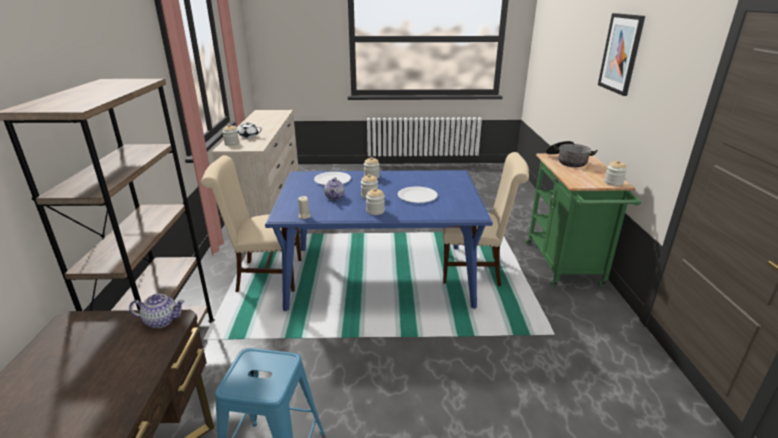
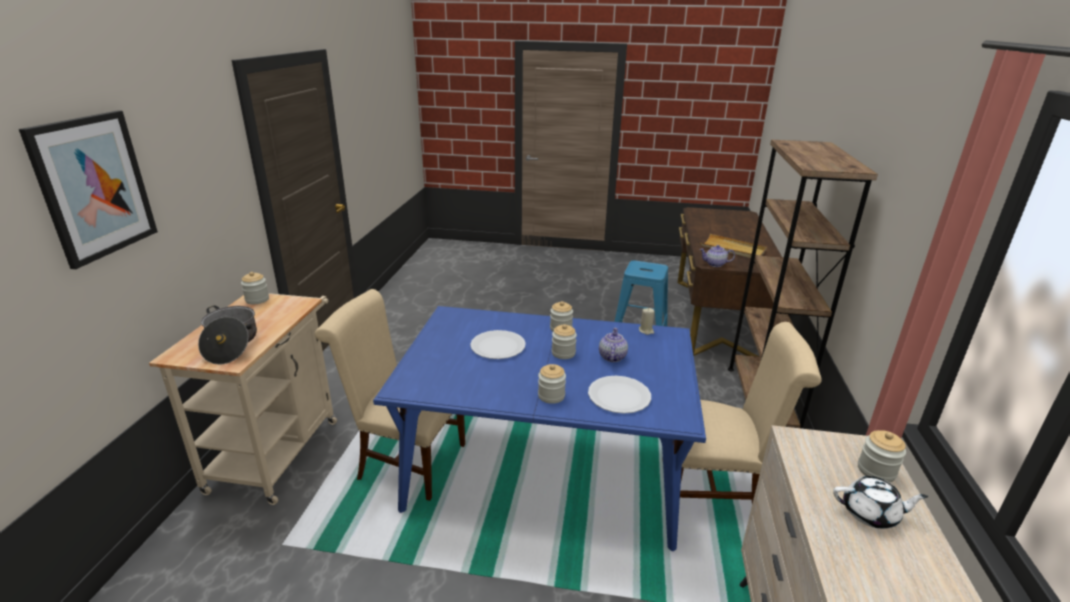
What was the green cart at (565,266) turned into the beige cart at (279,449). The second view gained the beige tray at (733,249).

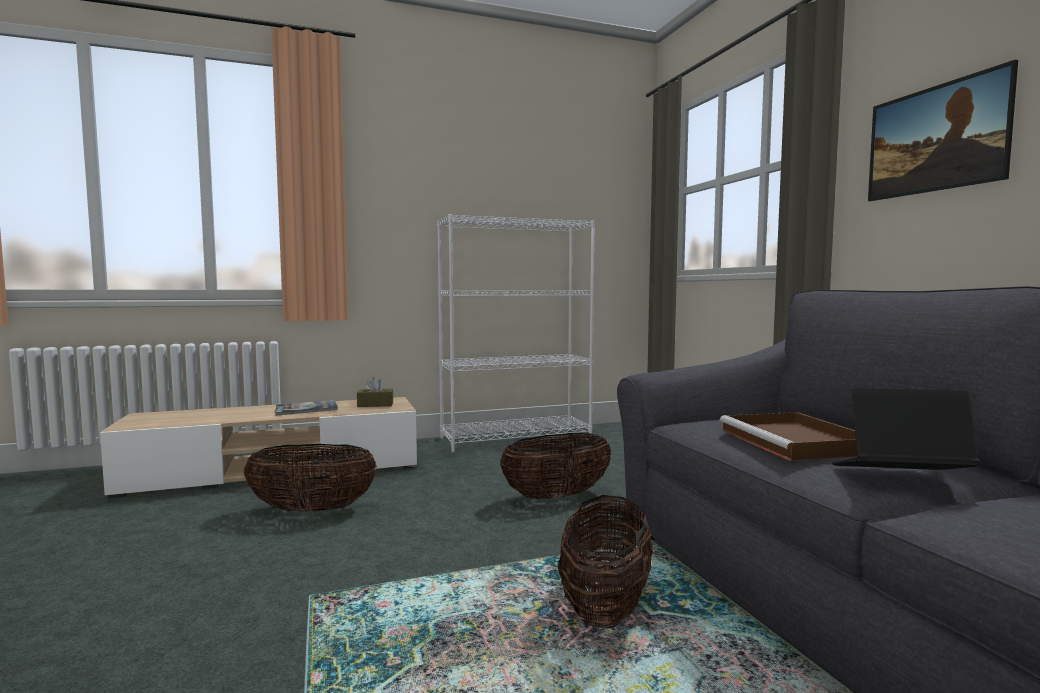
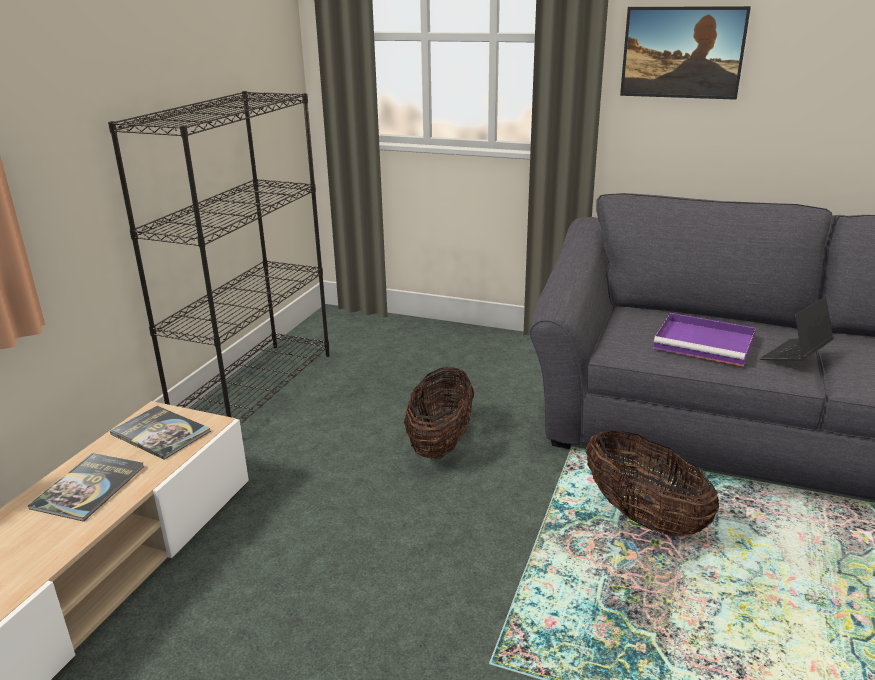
What was the white bookcase at (516,438) turned into the black bookcase at (256,388). Where the brown tissue box stood at (375,405), the book came to stand at (160,433). What was the brown tray at (796,442) turned into the purple tray at (706,343). The second view lost the basket at (312,510).

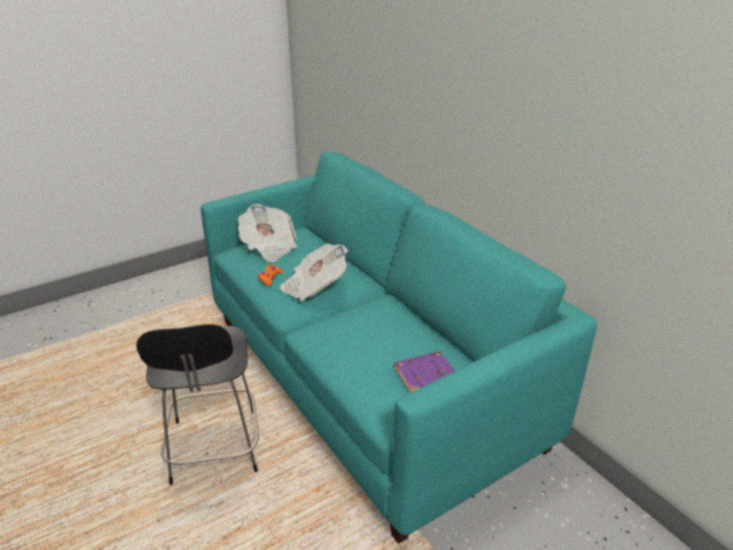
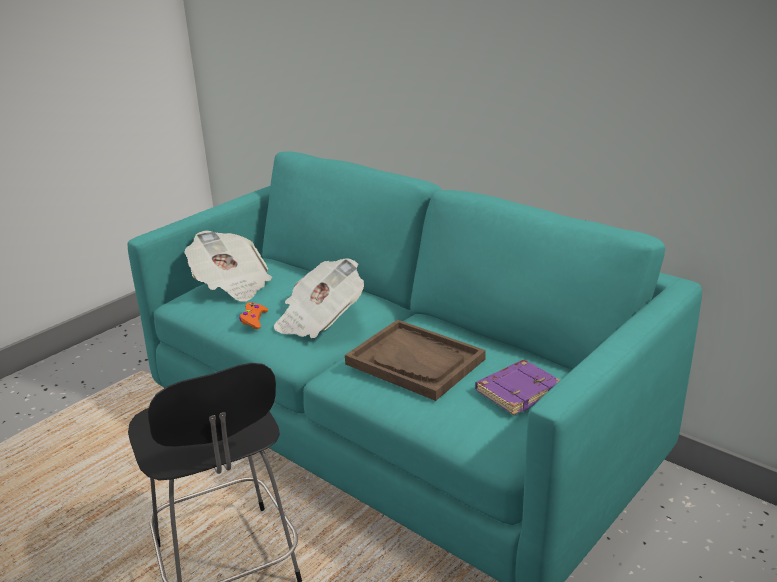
The second view gained the brown tray at (415,362).

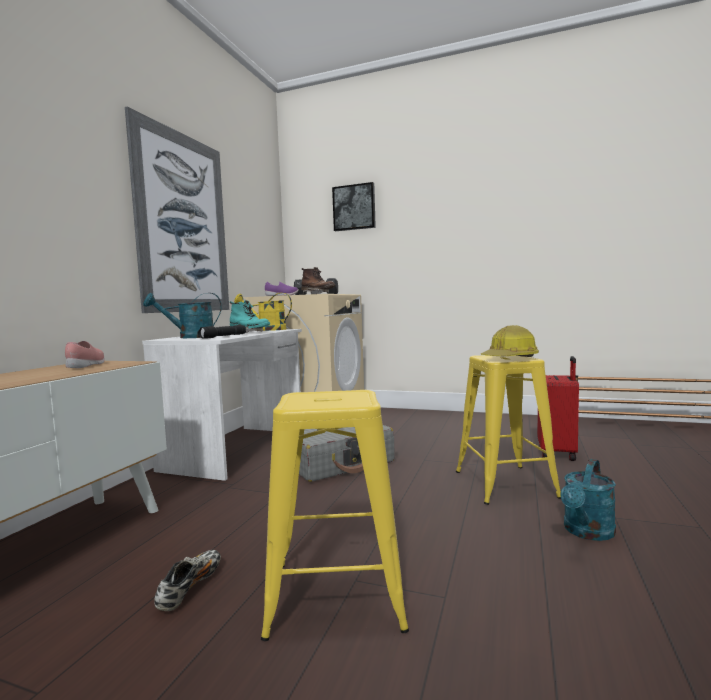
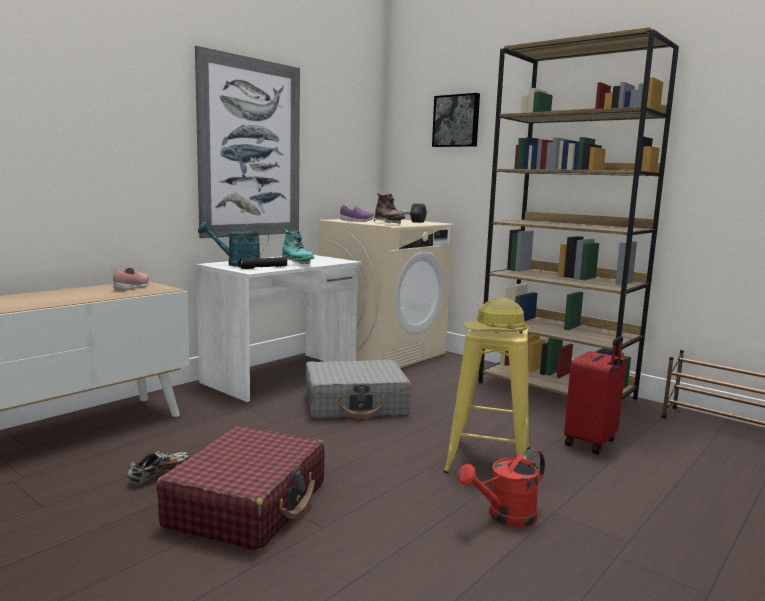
The second view lost the yellow watering can at (267,329). Where the yellow stool stood at (335,594), the red suitcase came to stand at (248,504). What was the turquoise watering can at (587,532) turned into the red watering can at (505,517). The second view gained the brown bookcase at (556,390).

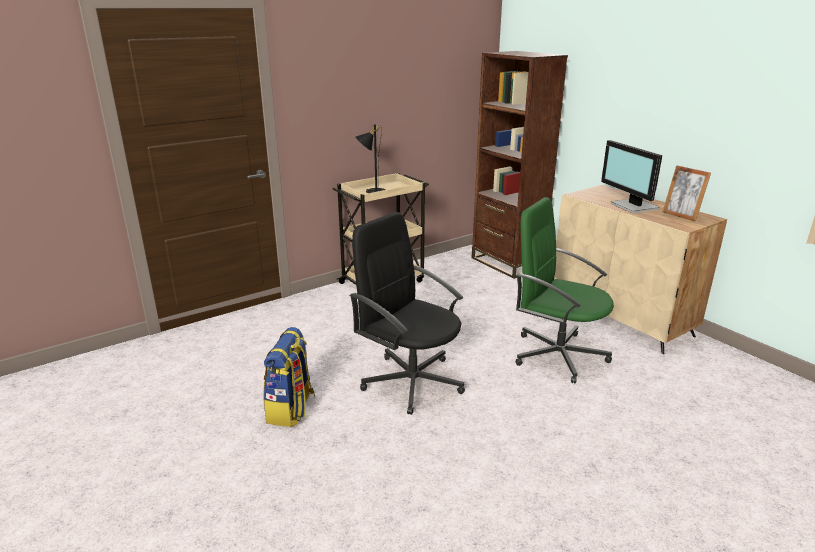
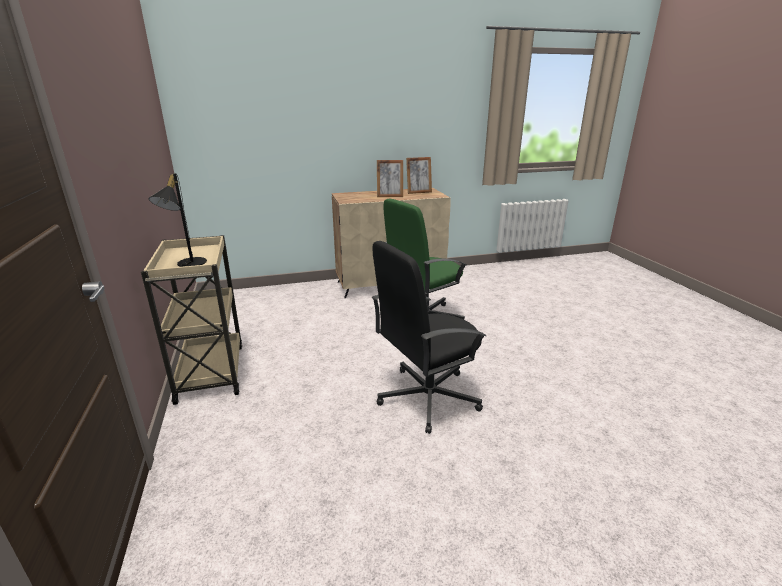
The second view lost the brown bookcase at (507,263). Where the monitor stood at (633,206), the picture frame came to stand at (390,196). The second view lost the backpack at (291,409).

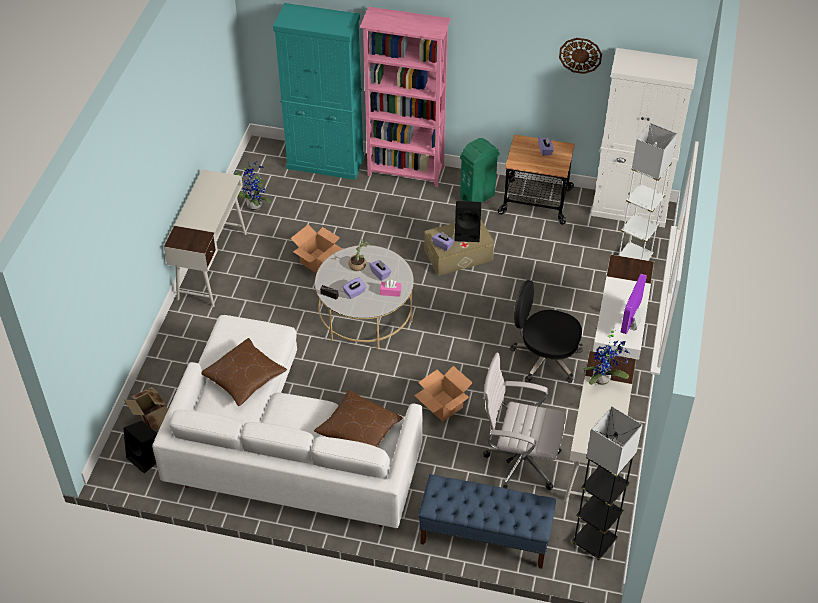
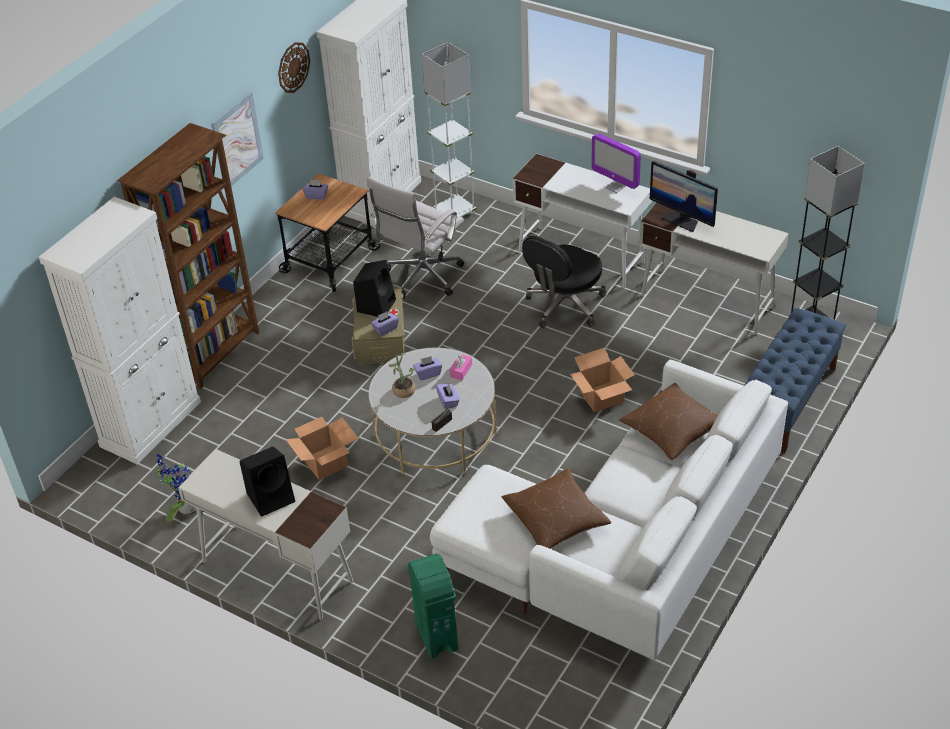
What was the turquoise cabinet at (325,162) turned into the white cabinet at (151,423). What was the pink bookcase at (406,172) turned into the brown bookcase at (216,353). The green trash can ended up elsewhere, having gone from (477,196) to (436,635). Where the potted plant stood at (603,379), the monitor came to stand at (682,220). The white office chair ended up elsewhere, having gone from (518,462) to (421,278). The second view lost the cardboard box at (152,419). The black speaker ended up elsewhere, having gone from (146,457) to (271,496). The second view gained the picture at (237,141).

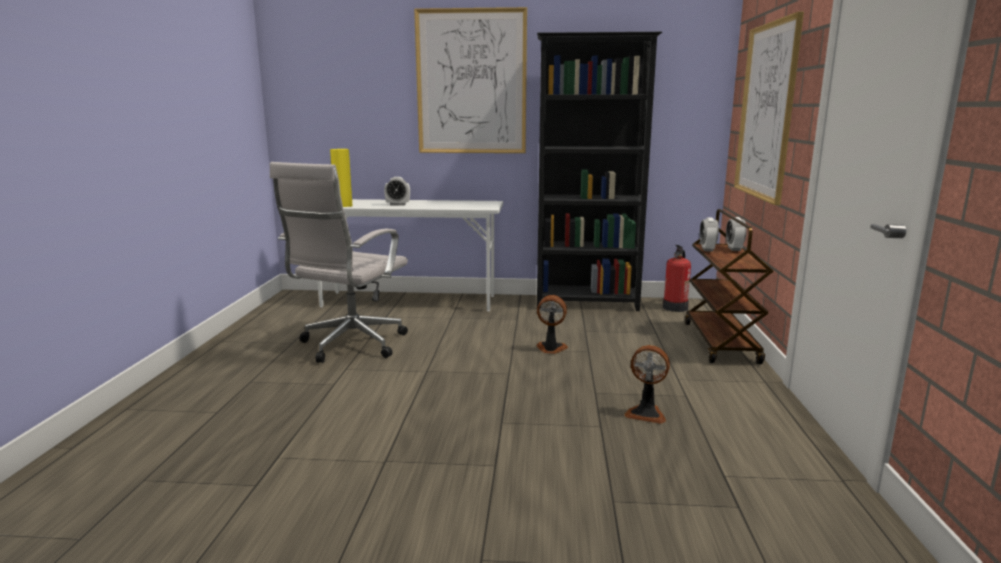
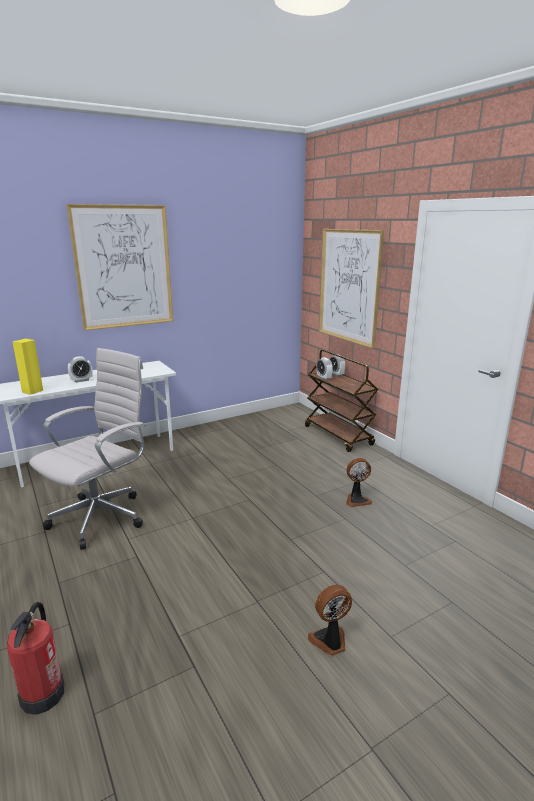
The second view lost the black bookcase at (587,304). The white office chair at (350,346) ended up facing another way, 135 degrees counterclockwise from before. The fire extinguisher ended up elsewhere, having gone from (675,307) to (43,693). The fan ended up elsewhere, having gone from (551,349) to (330,641).

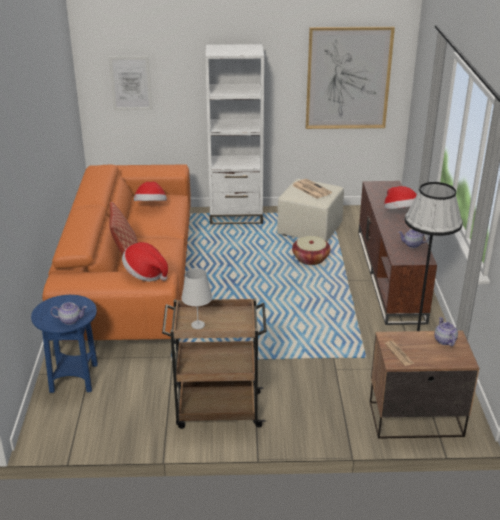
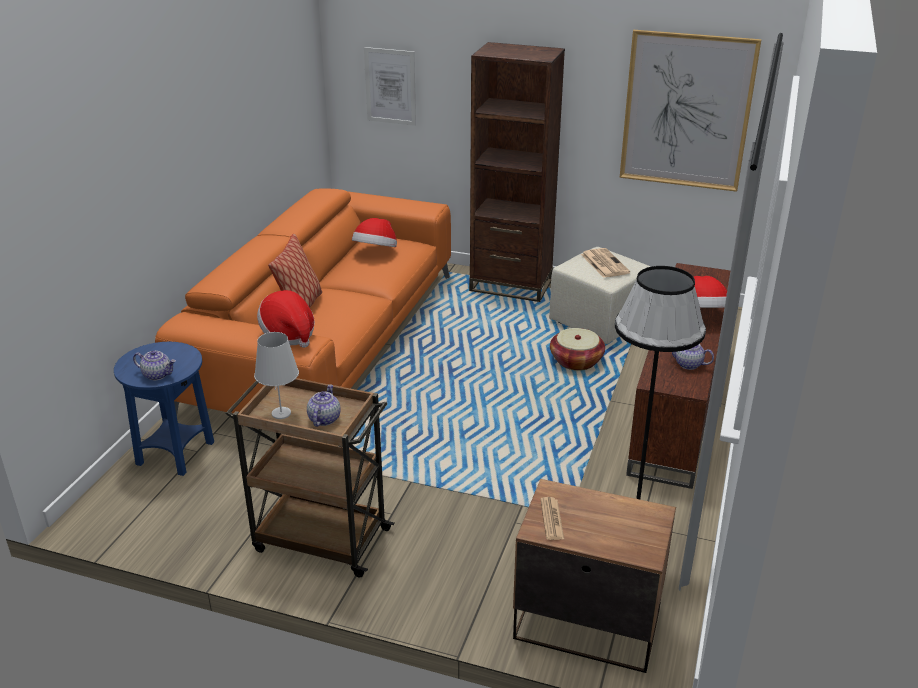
What was the white bookcase at (236,216) turned into the brown bookcase at (511,286). The teapot ended up elsewhere, having gone from (444,340) to (324,419).

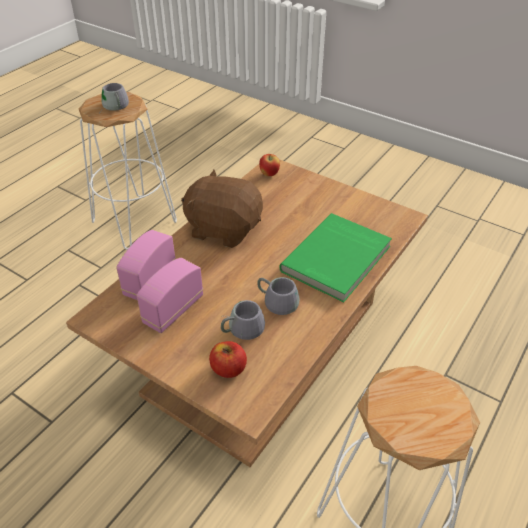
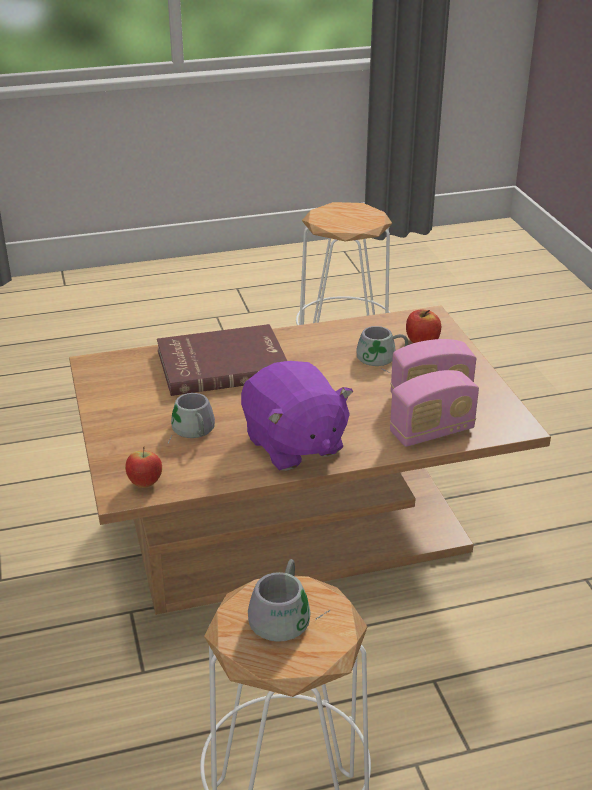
What was the brown plush toy at (224,228) turned into the purple plush toy at (293,445). What was the green book at (338,259) turned into the red book at (222,363). The grey mug ended up elsewhere, having gone from (279,299) to (190,431).

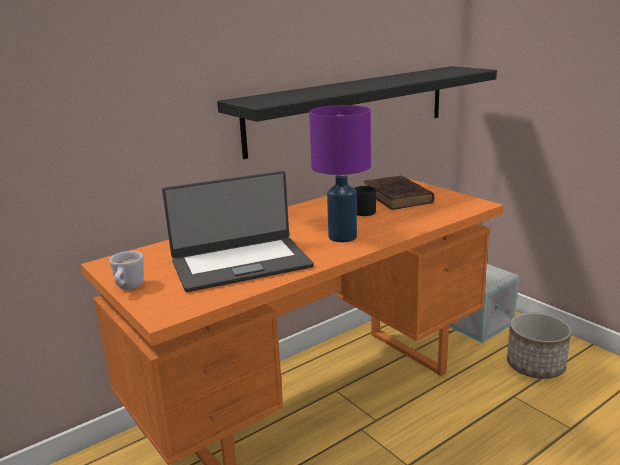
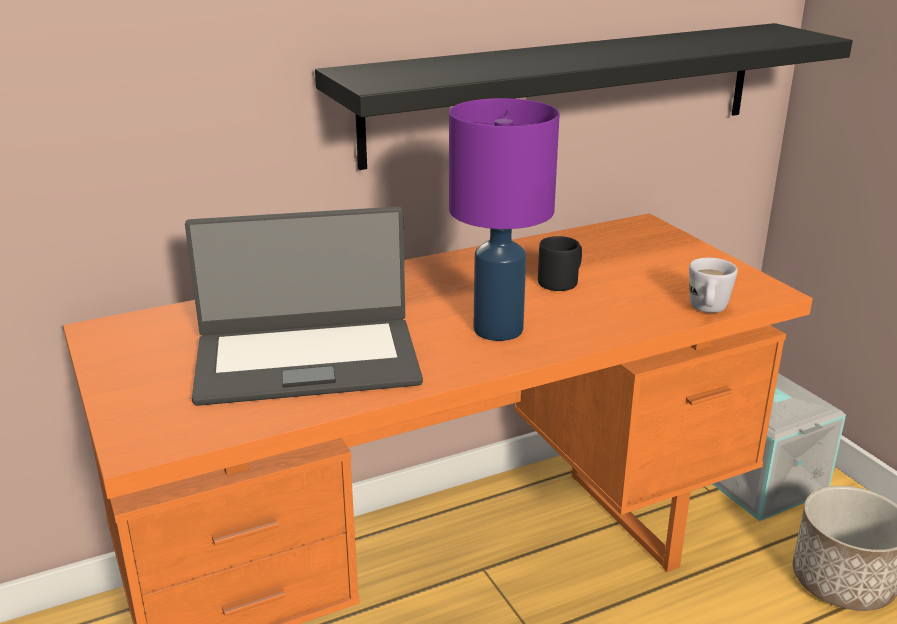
The second view lost the brown book at (398,197). The white mug ended up elsewhere, having gone from (128,288) to (707,311).

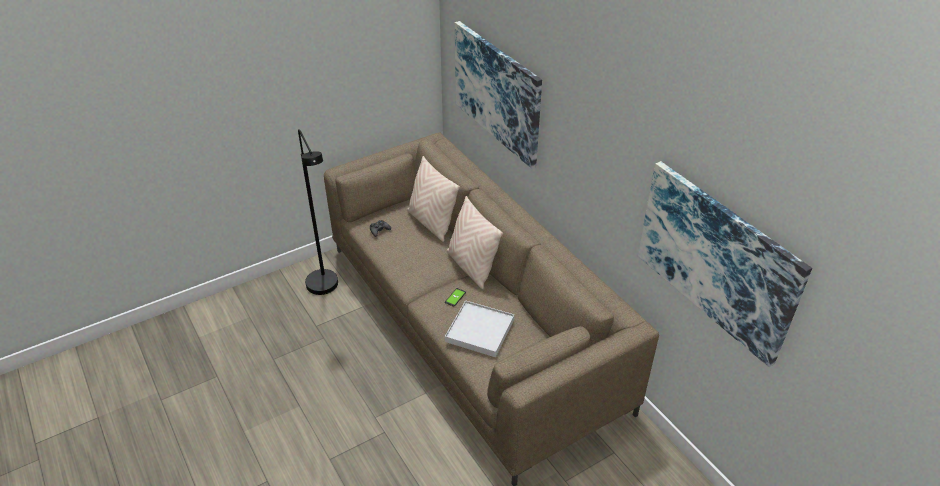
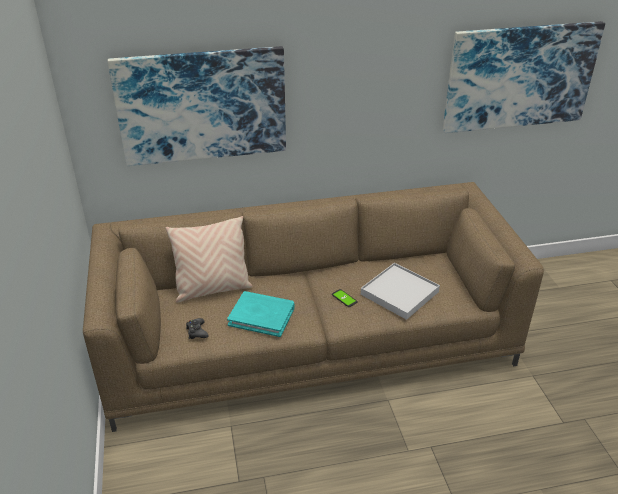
The second view lost the black floor lamp at (326,289). The second view lost the beige pillow at (471,267). The second view gained the turquoise book at (262,316).

